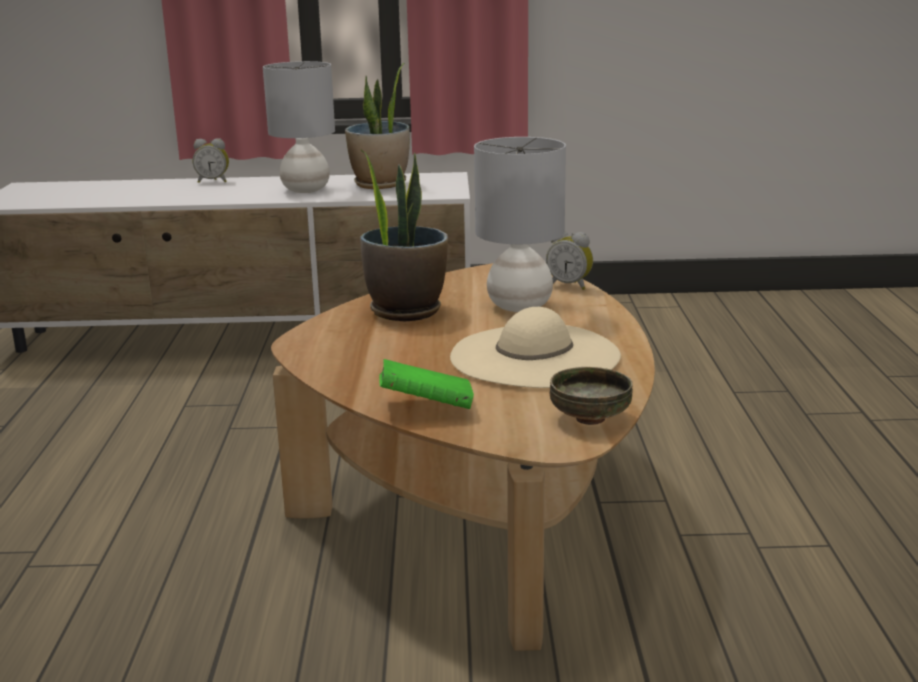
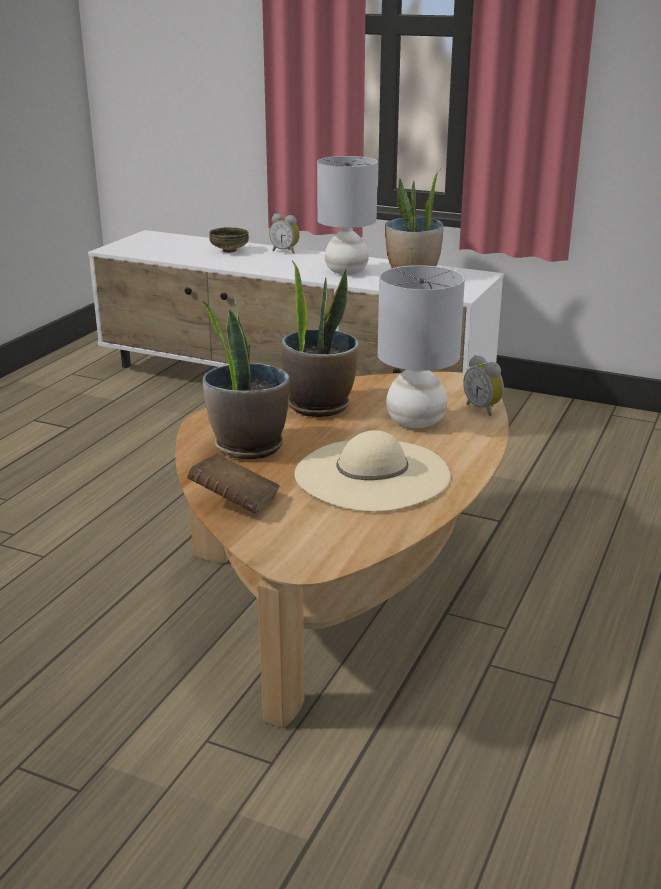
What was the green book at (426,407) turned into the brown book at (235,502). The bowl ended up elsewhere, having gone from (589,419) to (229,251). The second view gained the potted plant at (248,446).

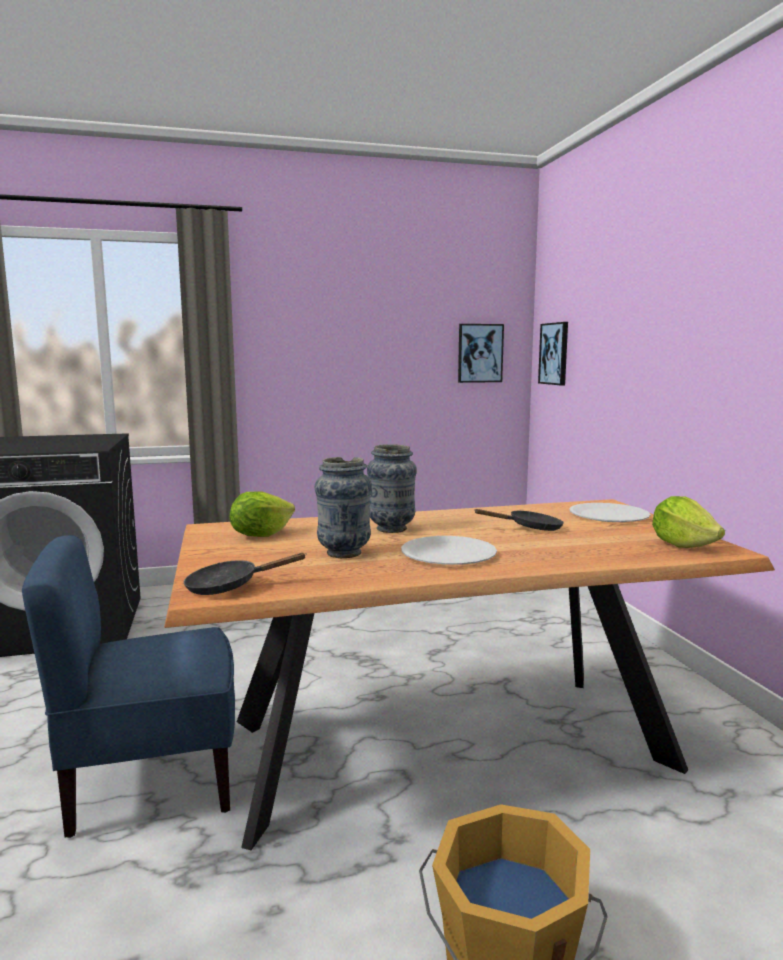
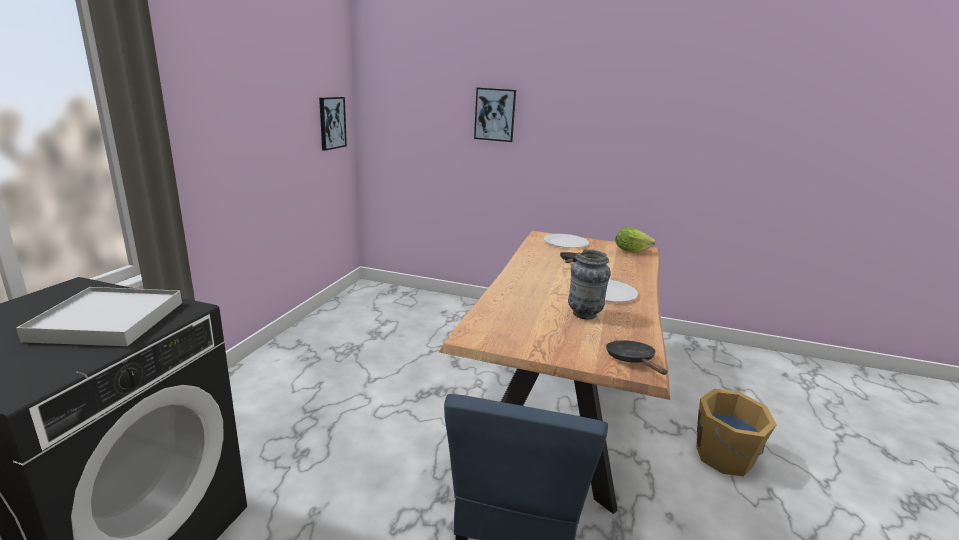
The picture ended up elsewhere, having gone from (554,353) to (495,114). The second view lost the vase at (391,529). The second view lost the lettuce at (260,535). The black frying pan at (229,586) ended up facing another way, 150 degrees clockwise from before. The second view gained the white tray at (108,321).

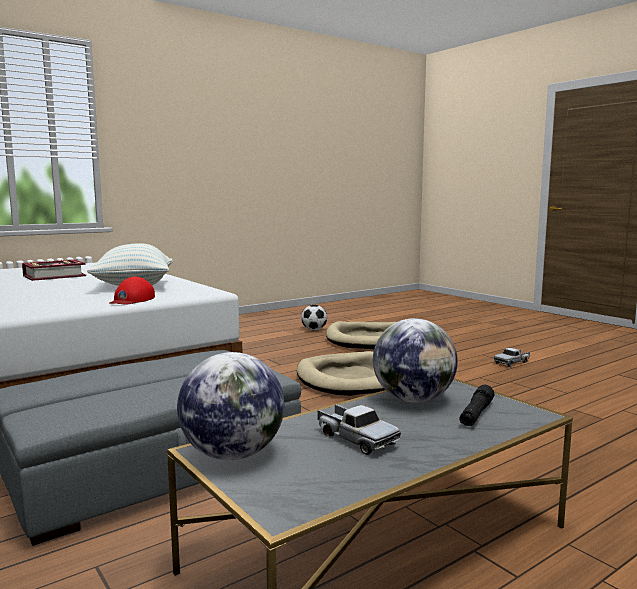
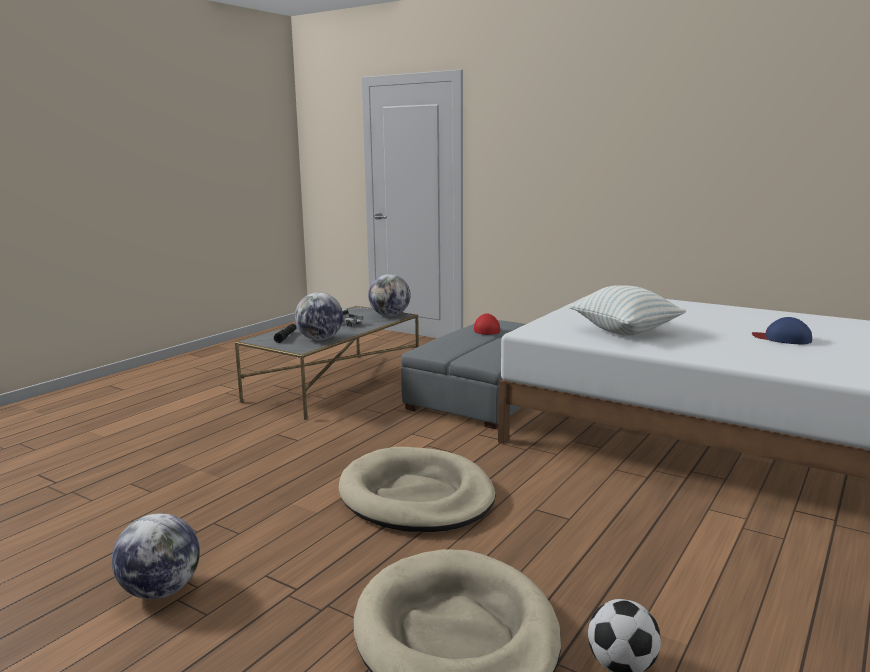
Where the book stood at (54,276), the blue cap came to stand at (782,338). The red cap ended up elsewhere, having gone from (132,300) to (486,329). Where the toy truck stood at (512,362), the globe came to stand at (160,591).

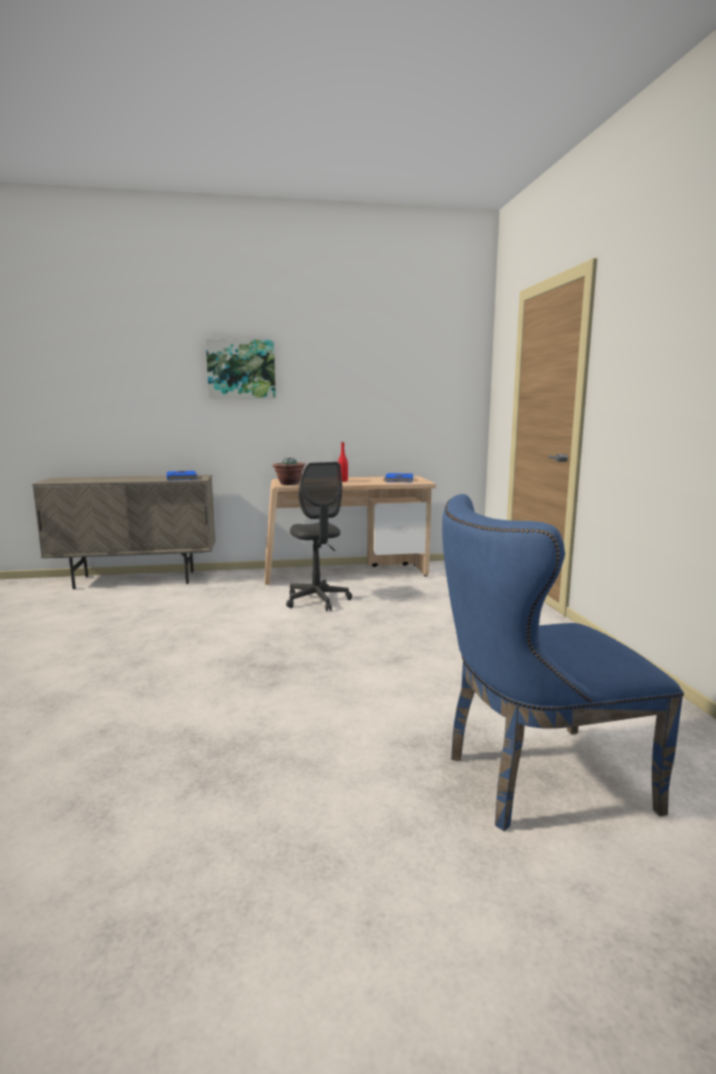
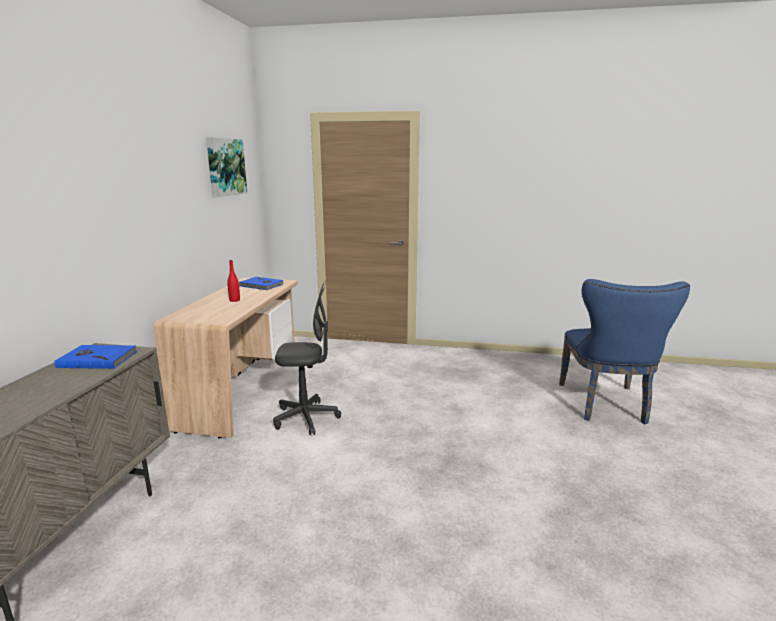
The picture ended up elsewhere, having gone from (241,369) to (225,167). The second view lost the potted plant at (289,484).

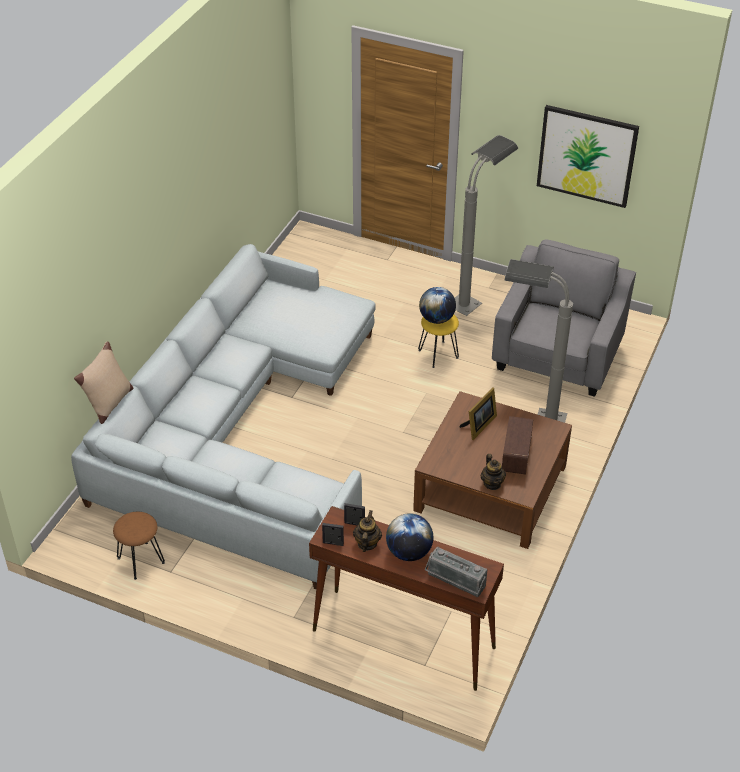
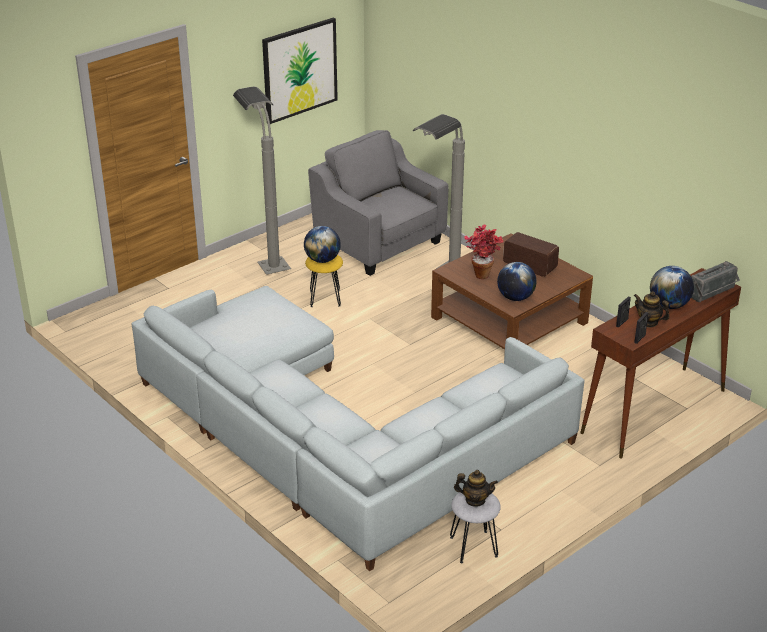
The second view lost the beige pillow at (109,404). Where the picture frame stood at (478,426), the potted plant came to stand at (482,273). The teapot ended up elsewhere, having gone from (492,483) to (475,500). What was the brown stool at (141,560) turned into the grey stool at (473,546). The second view gained the globe at (515,298).

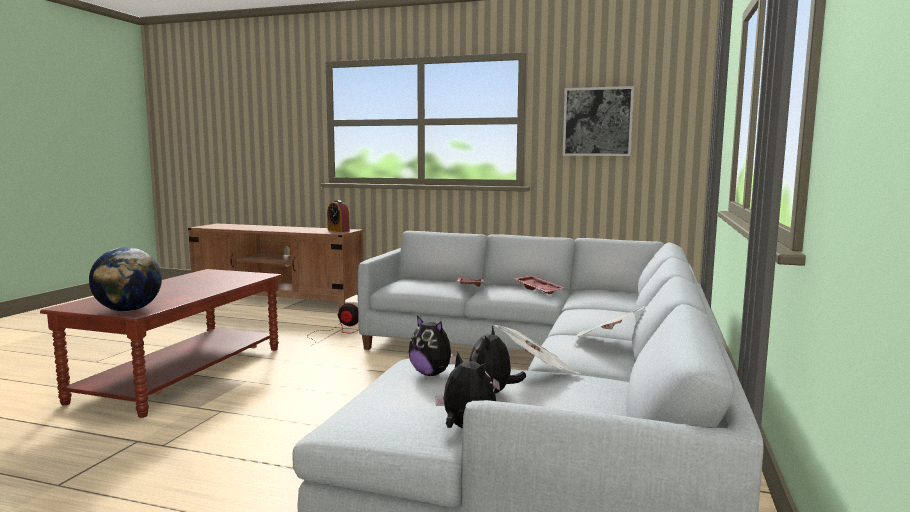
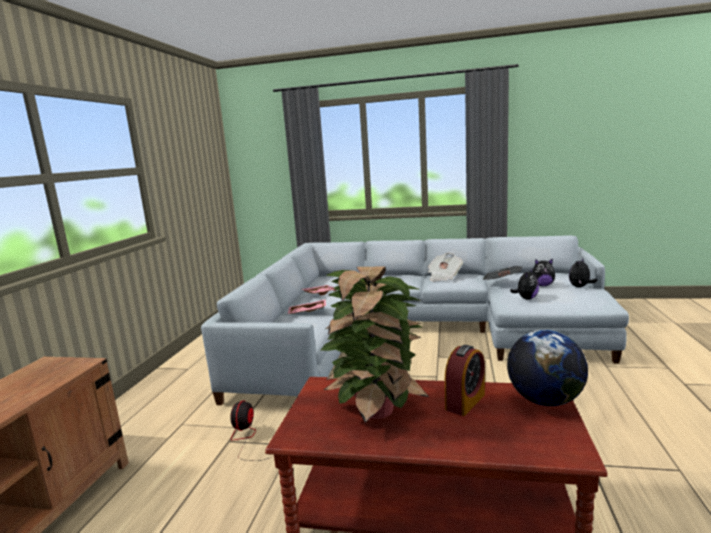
The second view lost the picture at (597,122). The alarm clock ended up elsewhere, having gone from (338,230) to (465,402). The second view gained the potted plant at (377,408).

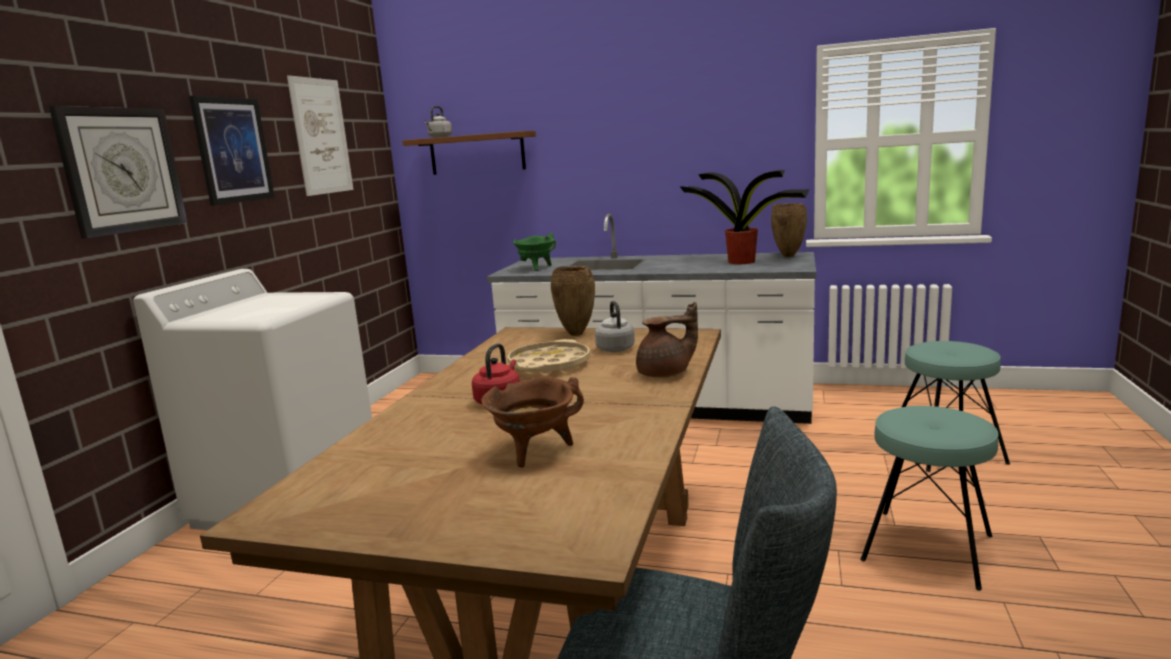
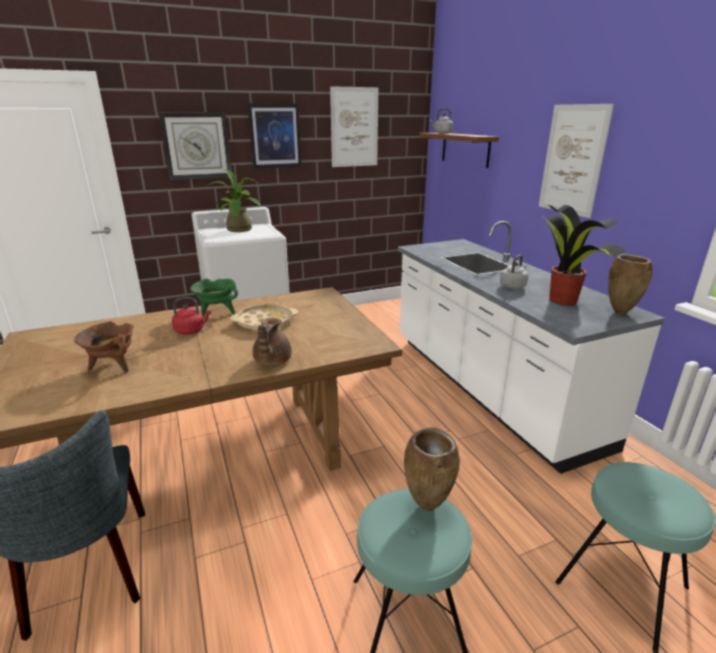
The green cooking pot ended up elsewhere, having gone from (536,268) to (217,312). The brown vase ended up elsewhere, having gone from (577,334) to (428,506). The grey kettle ended up elsewhere, having gone from (615,348) to (513,286). The brown teapot at (666,374) ended up facing another way, 60 degrees clockwise from before. The second view gained the picture at (572,160). The second view gained the potted plant at (240,230).

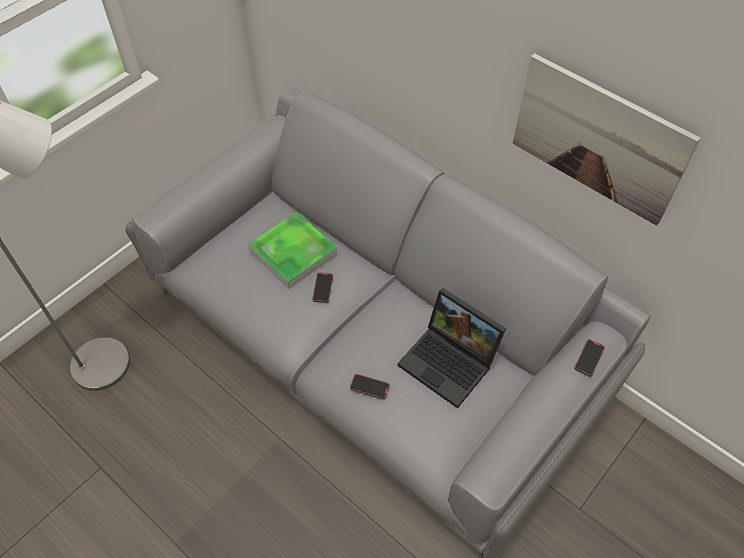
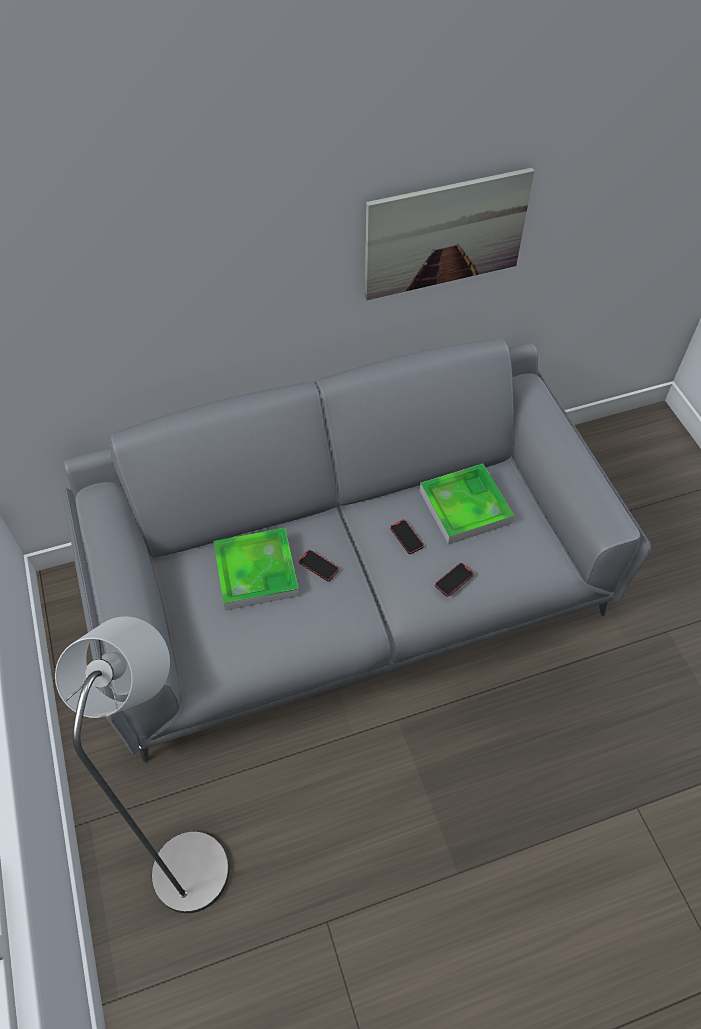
Where the laptop stood at (450,362), the tray came to stand at (465,507). The phone ended up elsewhere, having gone from (589,358) to (406,538).

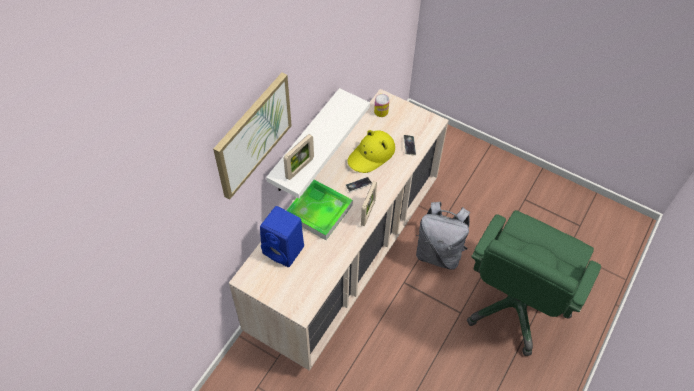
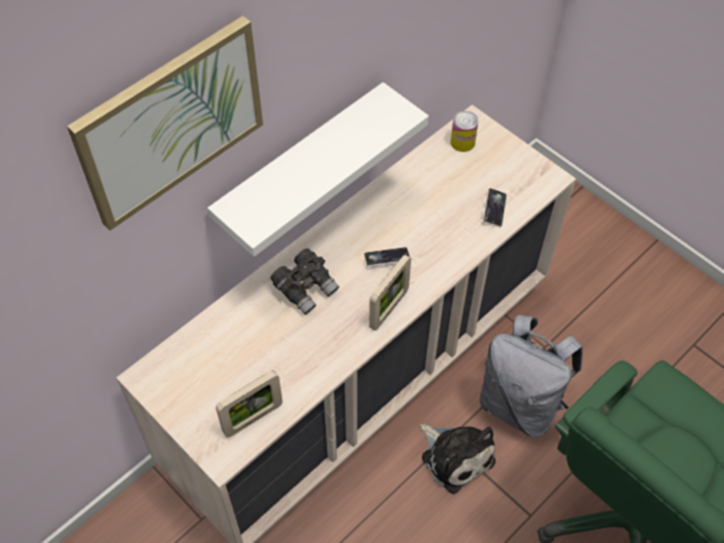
The second view lost the yellow hat at (371,155). The picture frame ended up elsewhere, having gone from (300,168) to (253,419). Where the tray stood at (319,211), the grey binoculars came to stand at (306,288). The second view lost the blue speaker at (285,250). The second view gained the plush toy at (455,456).

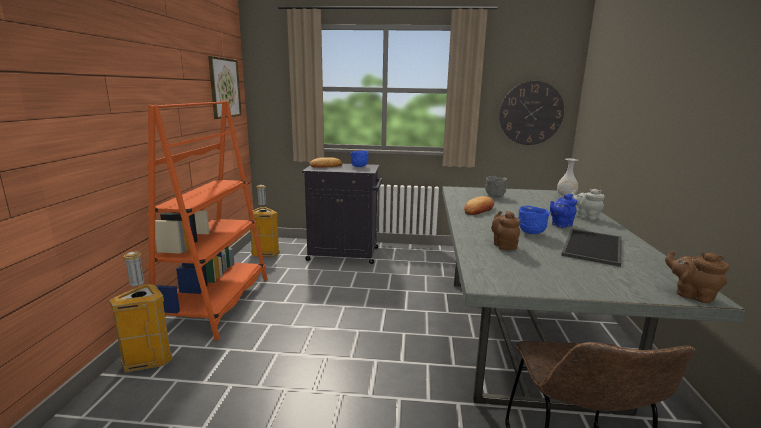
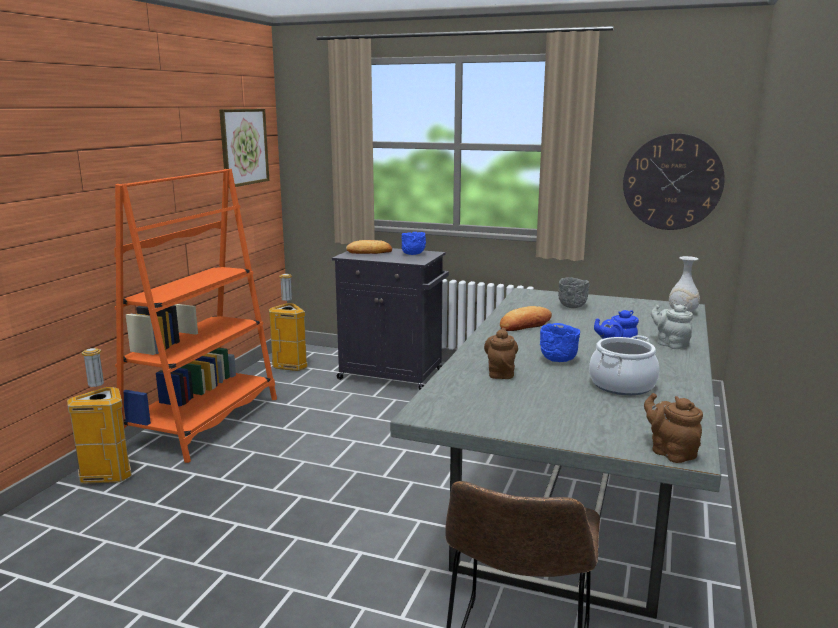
Where the tray stood at (594,247), the cooking pot came to stand at (622,385).

